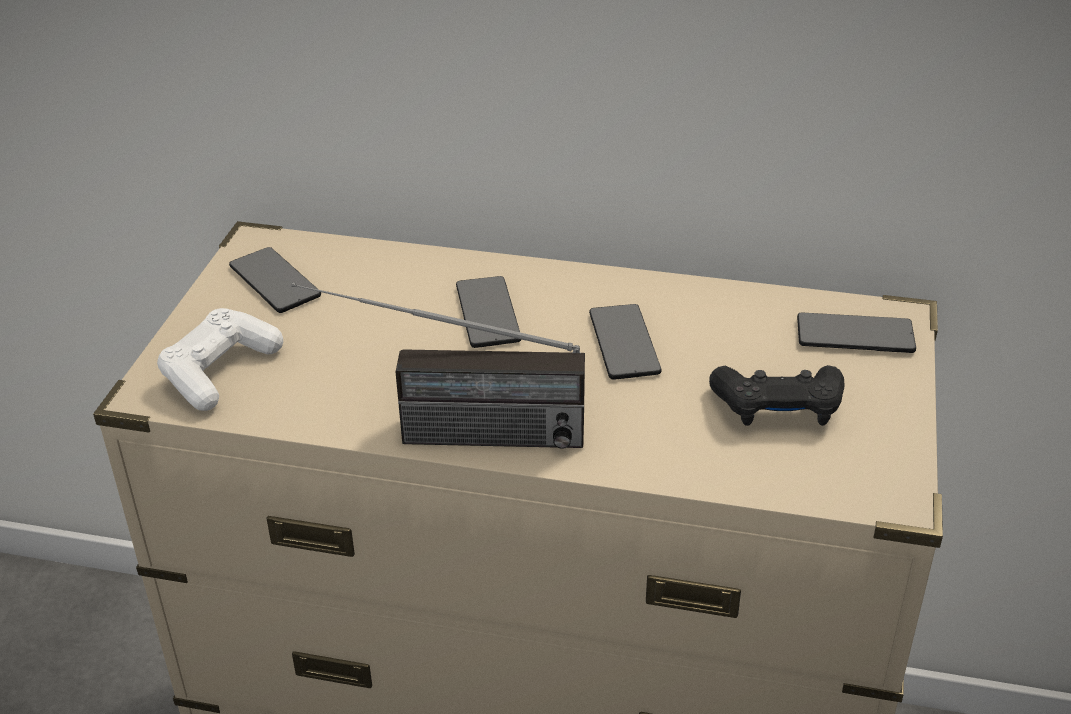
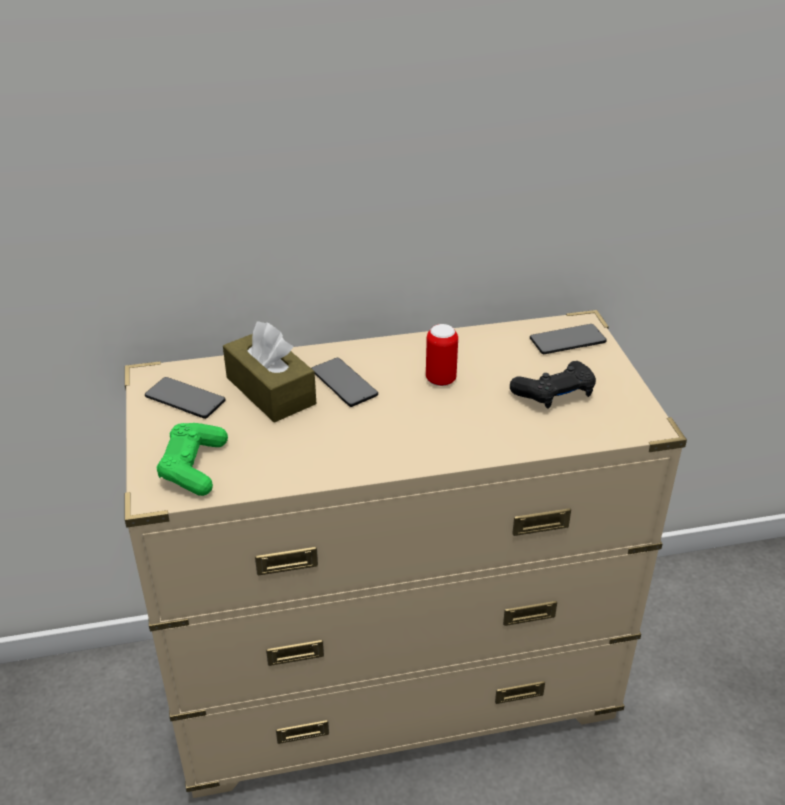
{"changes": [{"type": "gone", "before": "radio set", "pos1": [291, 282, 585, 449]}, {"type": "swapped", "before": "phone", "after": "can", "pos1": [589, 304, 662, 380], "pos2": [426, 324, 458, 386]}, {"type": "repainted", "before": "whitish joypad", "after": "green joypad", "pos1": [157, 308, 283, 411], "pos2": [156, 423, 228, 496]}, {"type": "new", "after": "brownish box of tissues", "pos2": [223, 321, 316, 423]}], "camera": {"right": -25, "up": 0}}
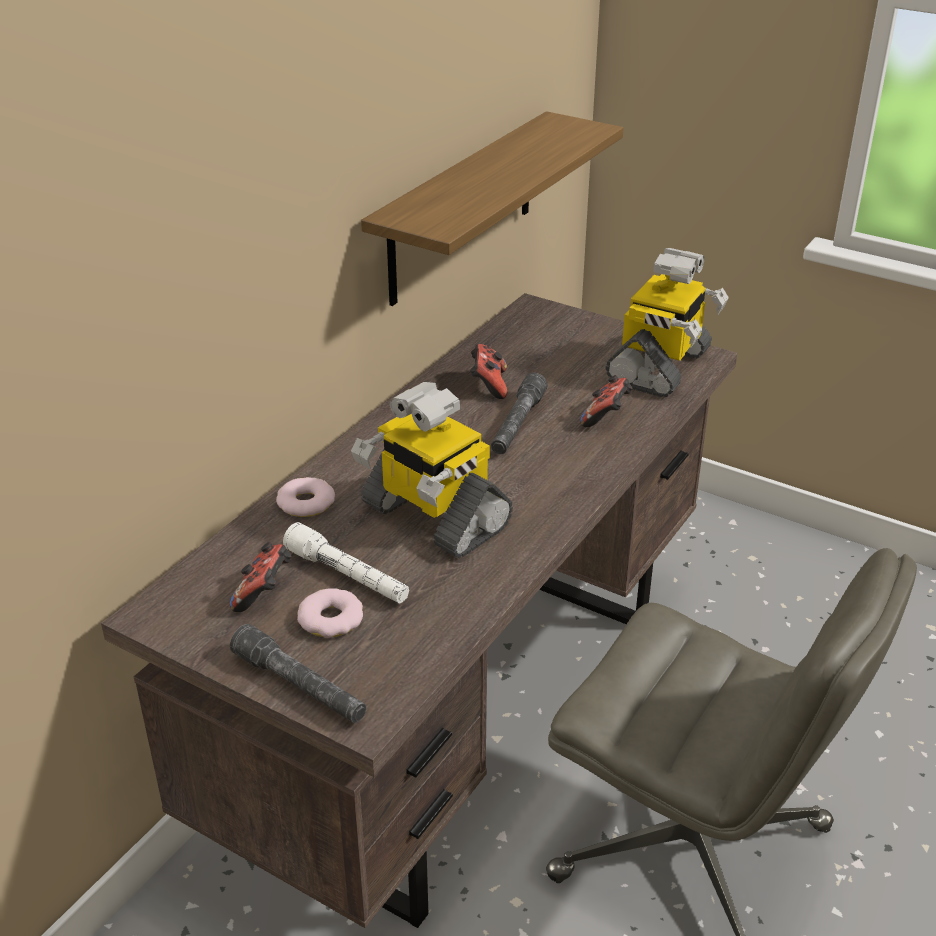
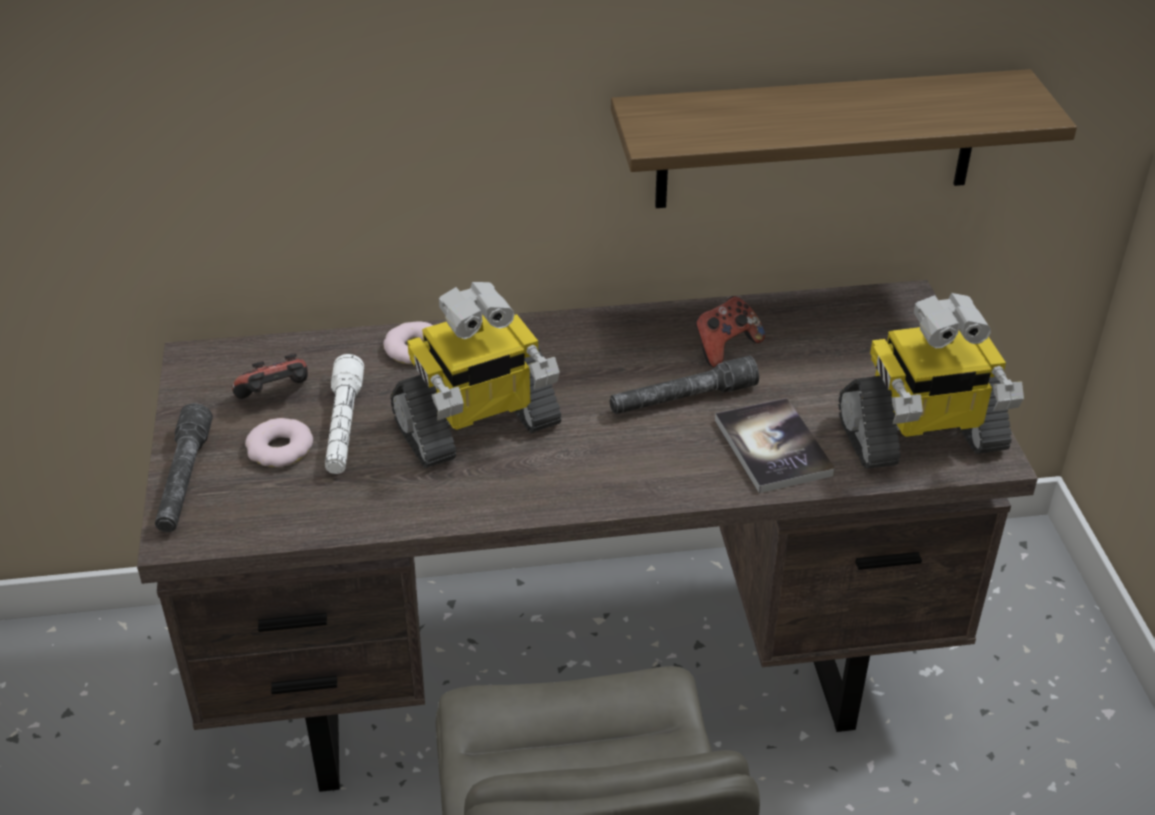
{"changes": [{"type": "swapped", "before": "joypad", "after": "book", "pos1": [580, 375, 633, 427], "pos2": [715, 398, 835, 493]}, {"type": "rotated", "before": "model robot", "pos1": [351, 382, 513, 558], "pos2": [390, 282, 561, 468], "turn": -120}], "camera": {"right": 50, "up": 5}}
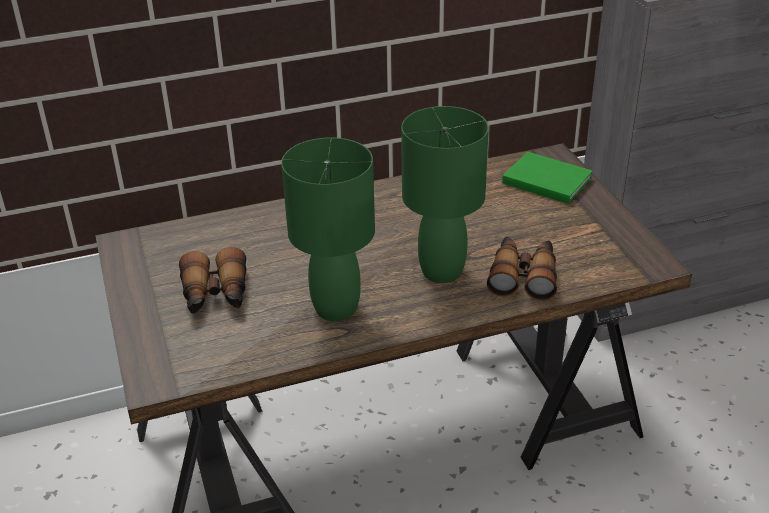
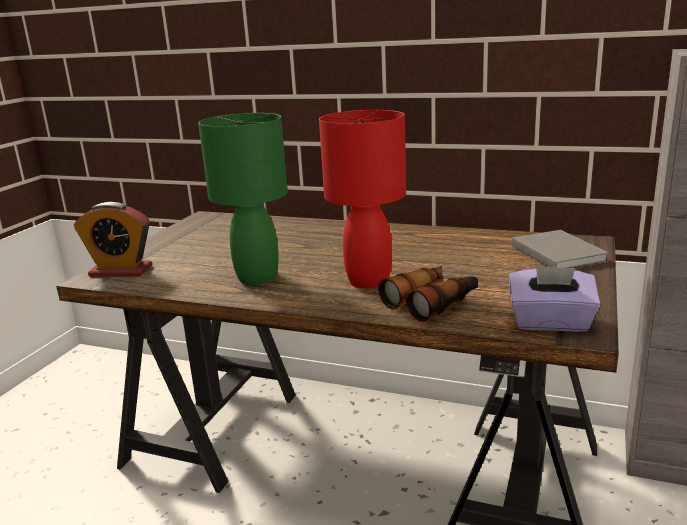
{"changes": [{"type": "repainted", "before": "green lamp for a table", "after": "reddish lamp for a table", "pos1": [401, 106, 489, 283], "pos2": [319, 110, 406, 289]}, {"type": "repainted", "before": "green book", "after": "grey book", "pos1": [502, 152, 593, 204], "pos2": [512, 230, 609, 268]}, {"type": "gone", "before": "field glasses", "pos1": [179, 247, 246, 314]}, {"type": "new", "after": "table clock", "pos2": [73, 202, 152, 277]}, {"type": "new", "after": "purple box of tissues", "pos2": [509, 266, 601, 332]}], "camera": {"right": 40, "up": -15}}
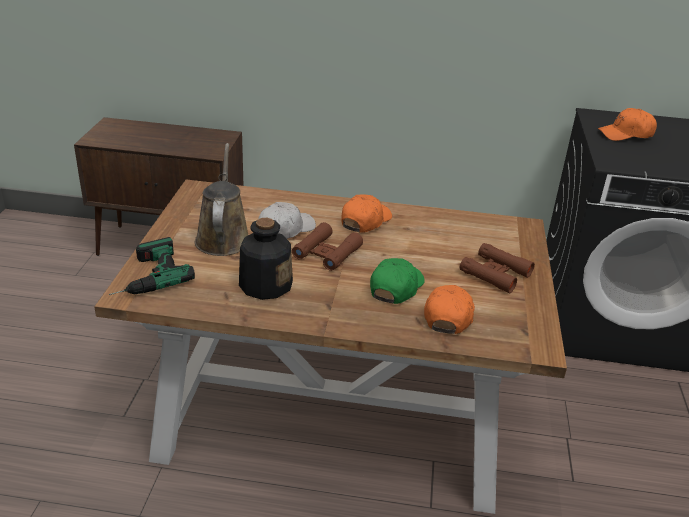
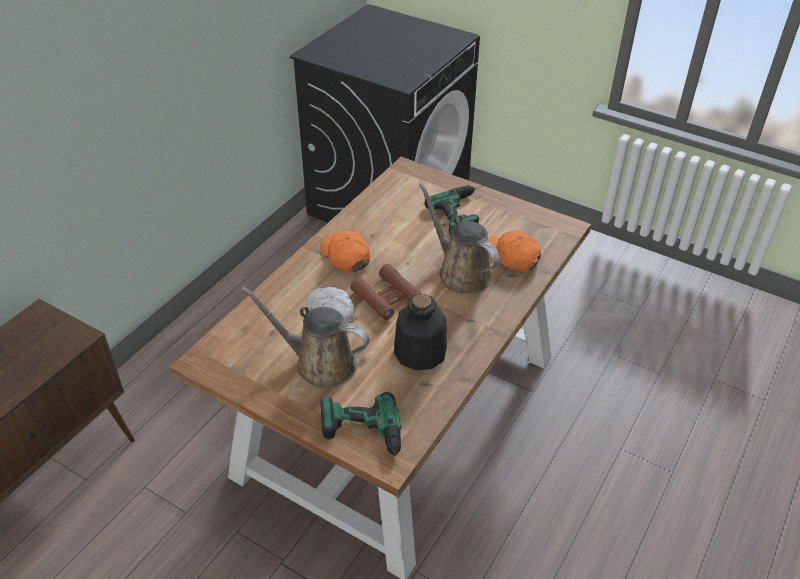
{"changes": [{"type": "gone", "before": "orangey cap", "pos1": [598, 108, 657, 141]}, {"type": "swapped", "before": "brownish field glasses", "after": "drill", "pos1": [460, 243, 535, 293], "pos2": [425, 185, 485, 236]}, {"type": "swapped", "before": "green cap", "after": "brownish watering can", "pos1": [370, 258, 425, 304], "pos2": [419, 183, 500, 294]}], "camera": {"right": -65, "up": 10}}
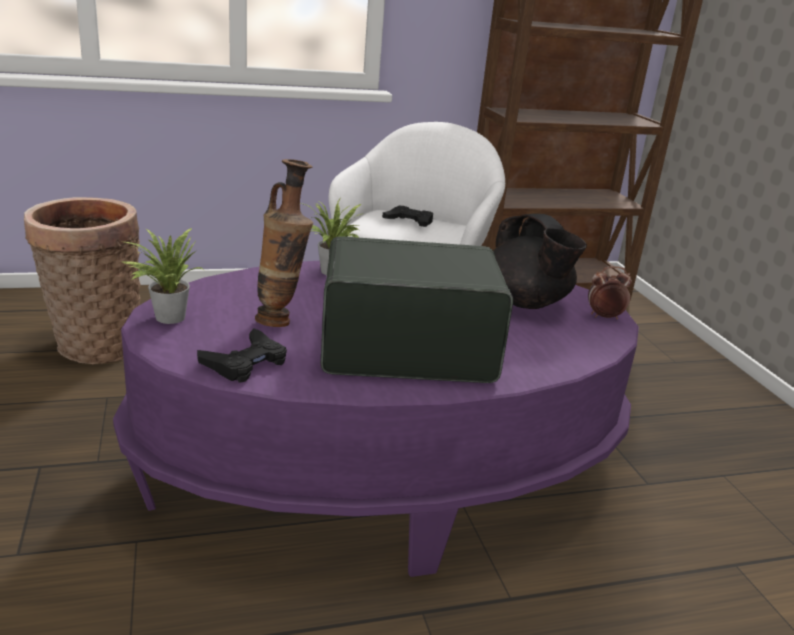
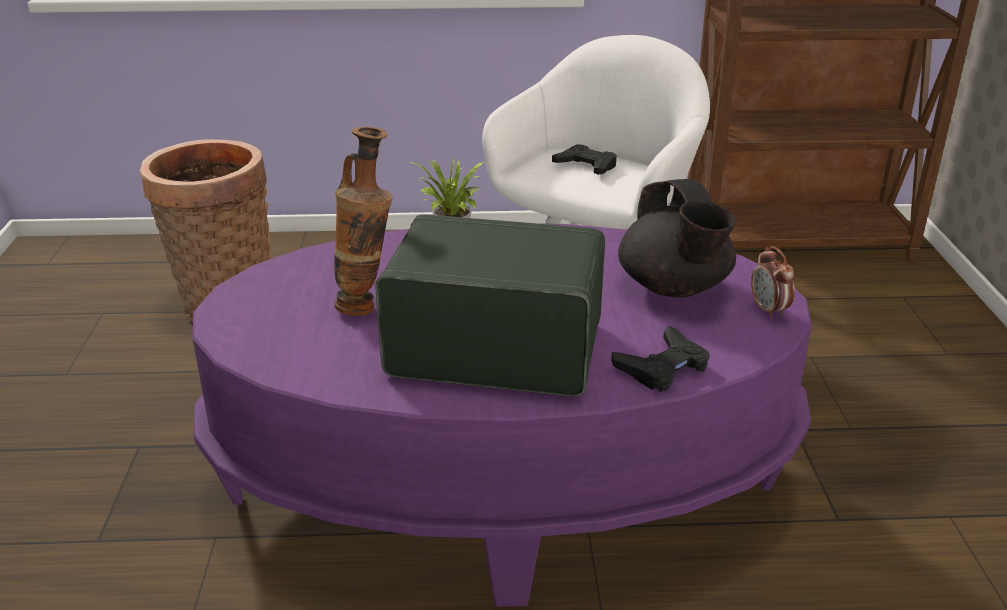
{"changes": [{"type": "gone", "before": "potted plant", "pos1": [122, 228, 204, 324]}, {"type": "rotated", "before": "table clock", "pos1": [588, 266, 632, 319], "pos2": [751, 246, 795, 319], "turn": -120}, {"type": "shifted", "before": "black-coloured joypad", "pos1": [197, 328, 287, 383], "pos2": [611, 326, 710, 392]}], "camera": {"right": 15, "up": 5}}
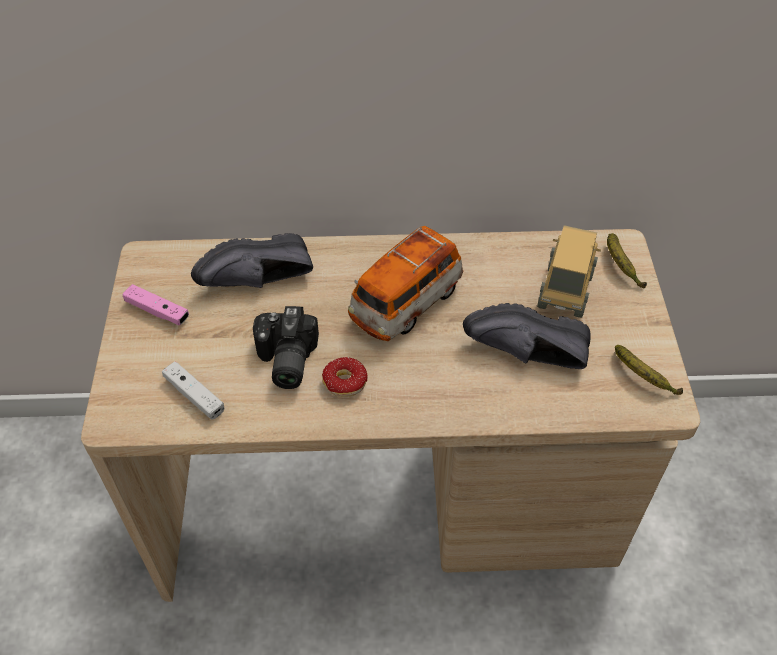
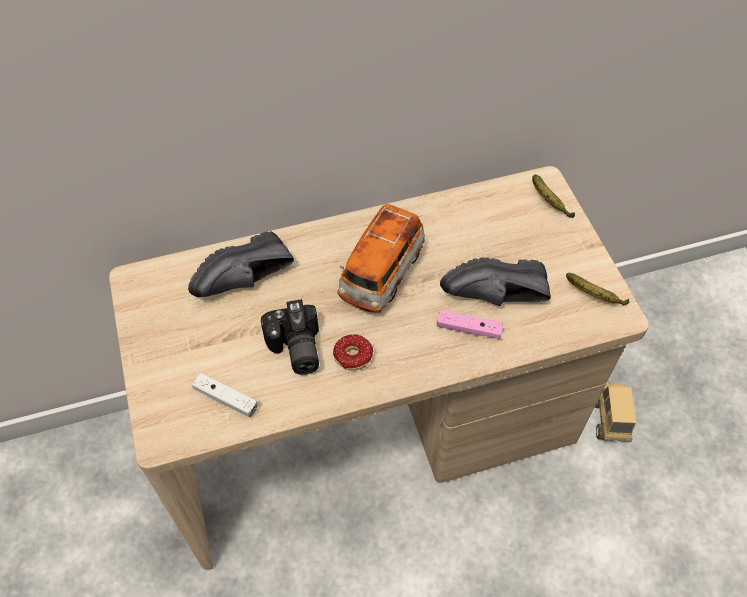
{"changes": [{"type": "shifted", "before": "toy truck", "pos1": [537, 225, 601, 318], "pos2": [595, 383, 636, 442]}, {"type": "shifted", "before": "pinkish joypad", "pos1": [122, 284, 189, 326], "pos2": [437, 310, 503, 339]}], "camera": {"right": -15, "up": 5}}
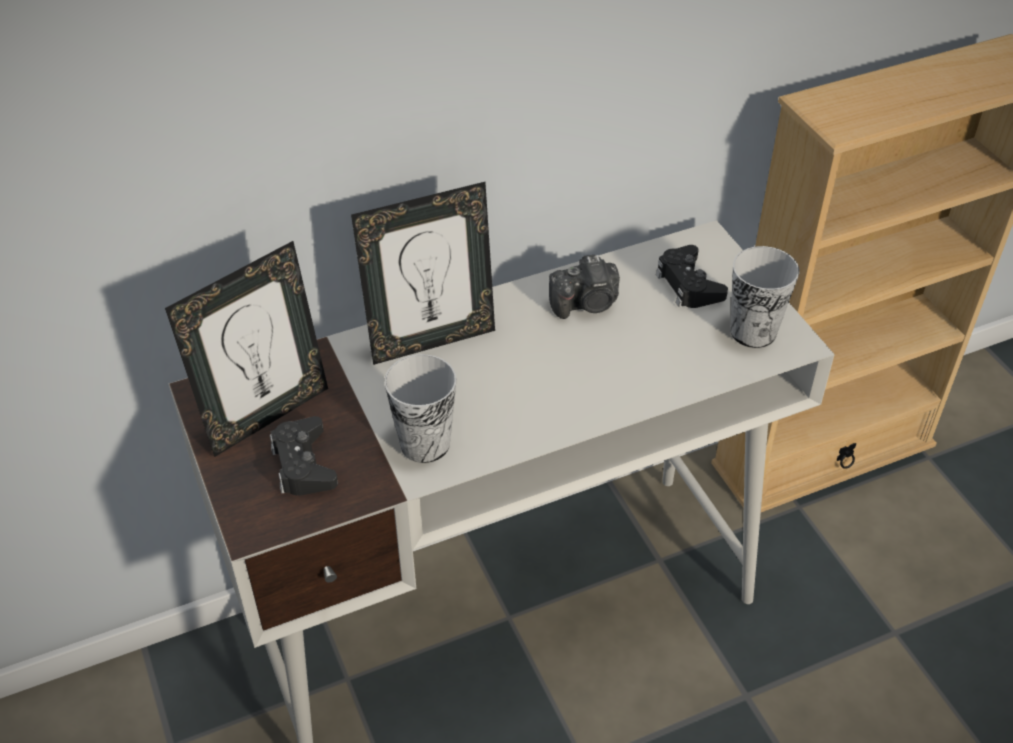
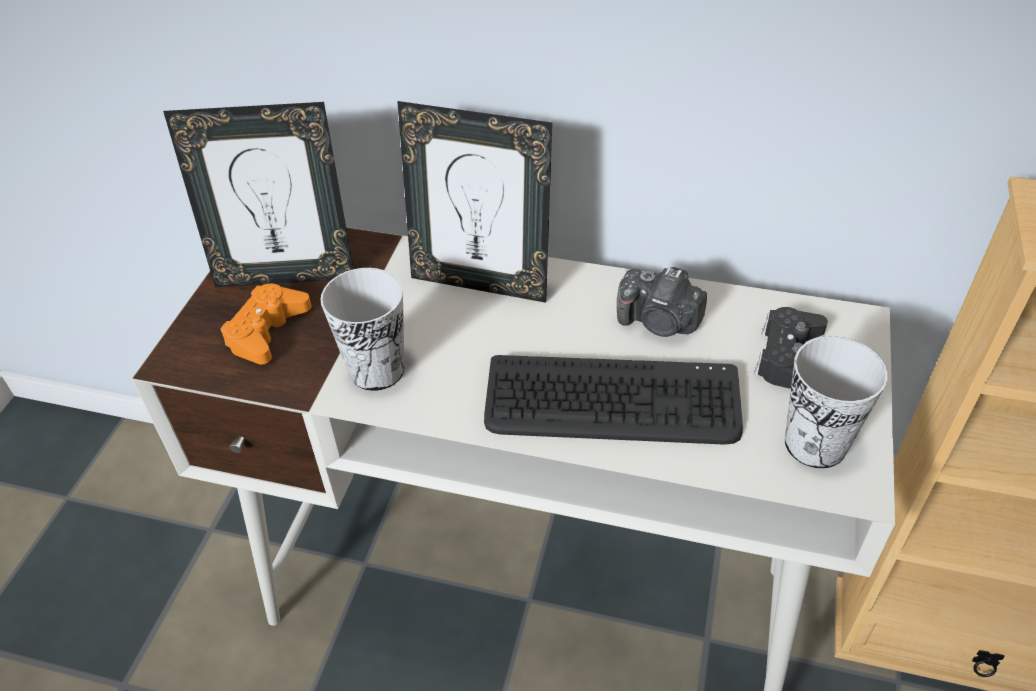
{"changes": [{"type": "repainted", "before": "black-coloured joypad", "after": "orangey joypad", "pos1": [270, 416, 338, 496], "pos2": [220, 283, 312, 365]}, {"type": "new", "after": "computer keyboard", "pos2": [484, 355, 743, 445]}], "camera": {"right": 40, "up": 0}}
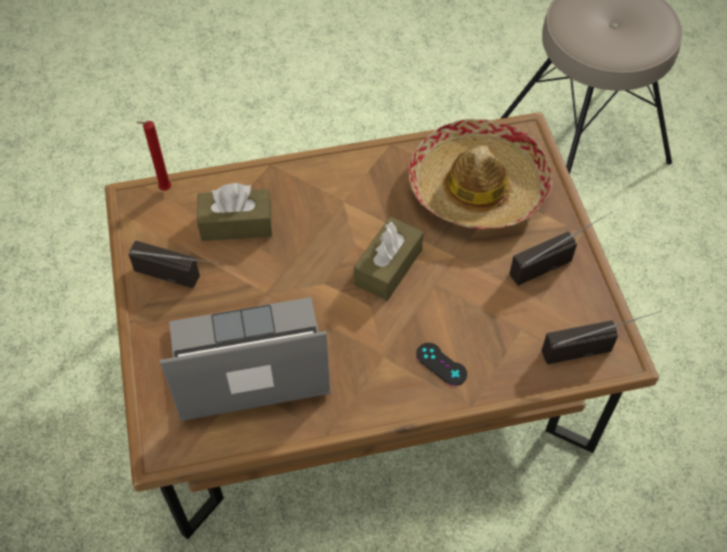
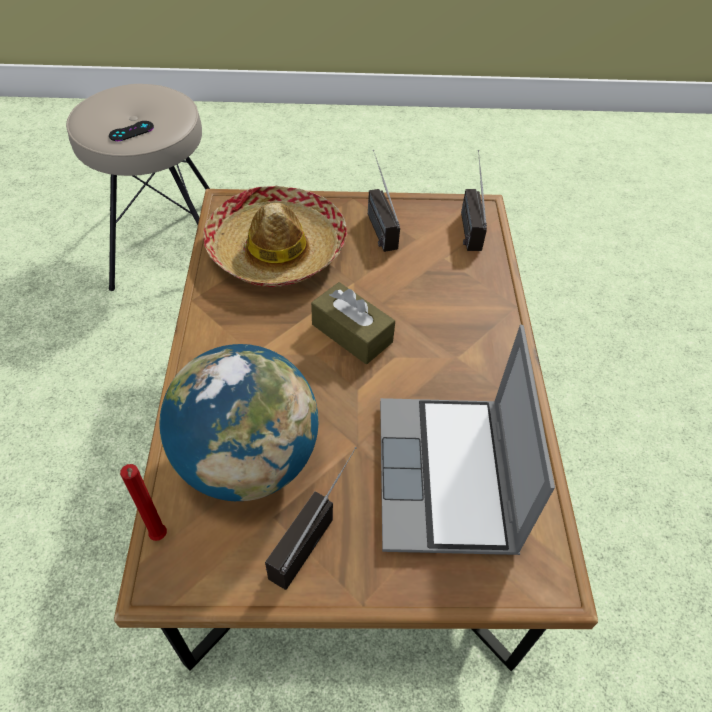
{"changes": [{"type": "swapped", "before": "brownish box of tissues", "after": "desk globe", "pos1": [197, 183, 272, 241], "pos2": [159, 344, 319, 501]}, {"type": "shifted", "before": "black-coloured joypad", "pos1": [416, 343, 467, 386], "pos2": [109, 121, 154, 141]}], "camera": {"right": -80, "up": -5}}
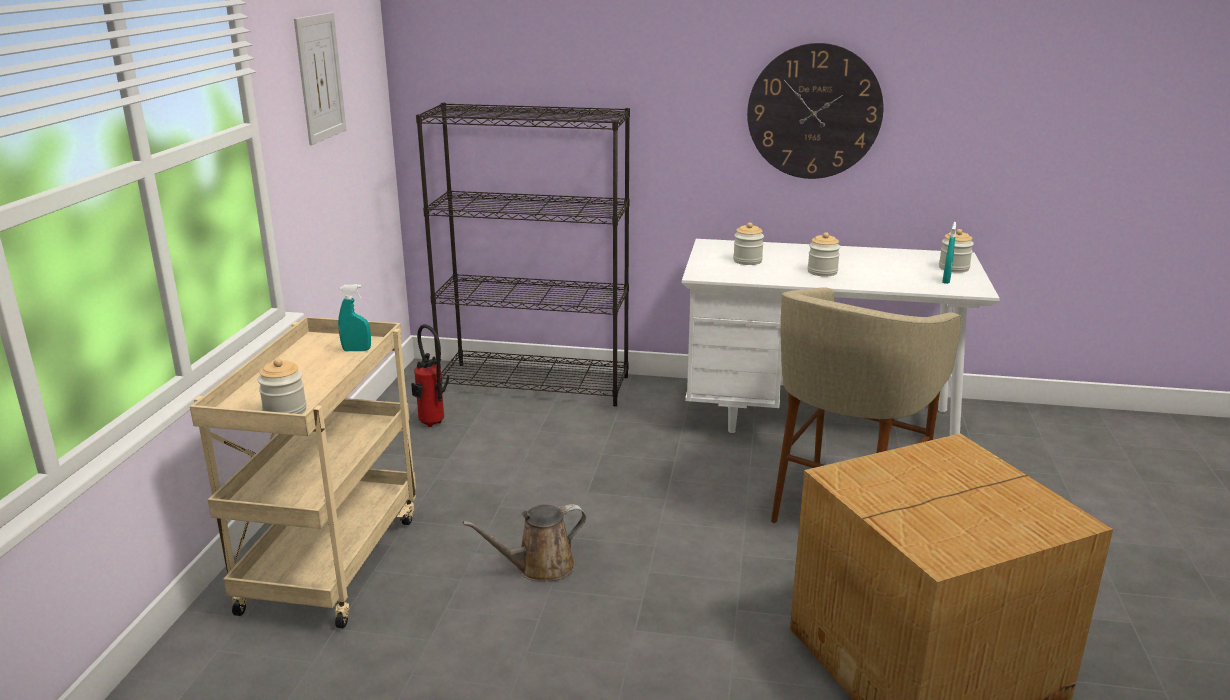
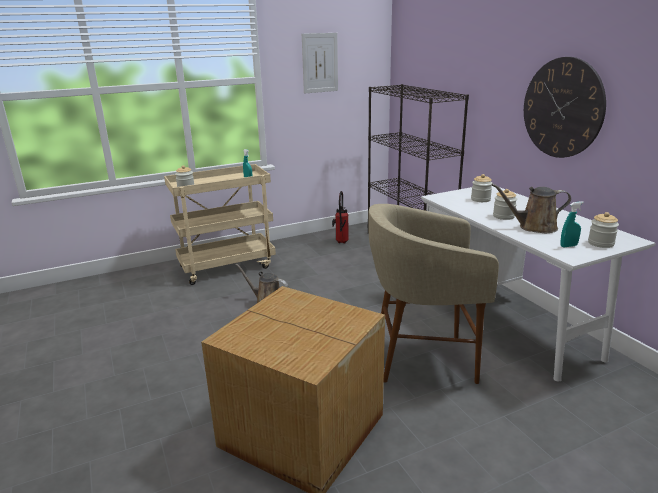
{"changes": [{"type": "new", "after": "brownish watering can", "pos2": [492, 184, 571, 233]}], "camera": {"right": 55, "up": 0}}
